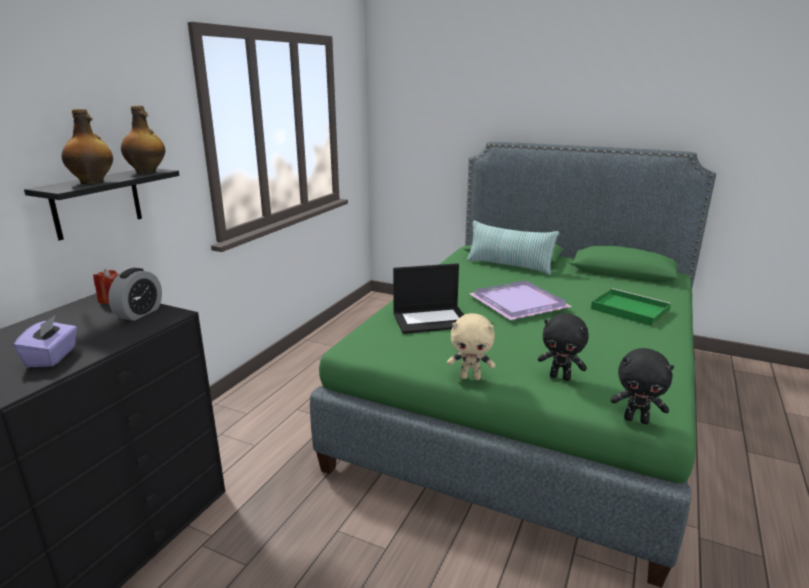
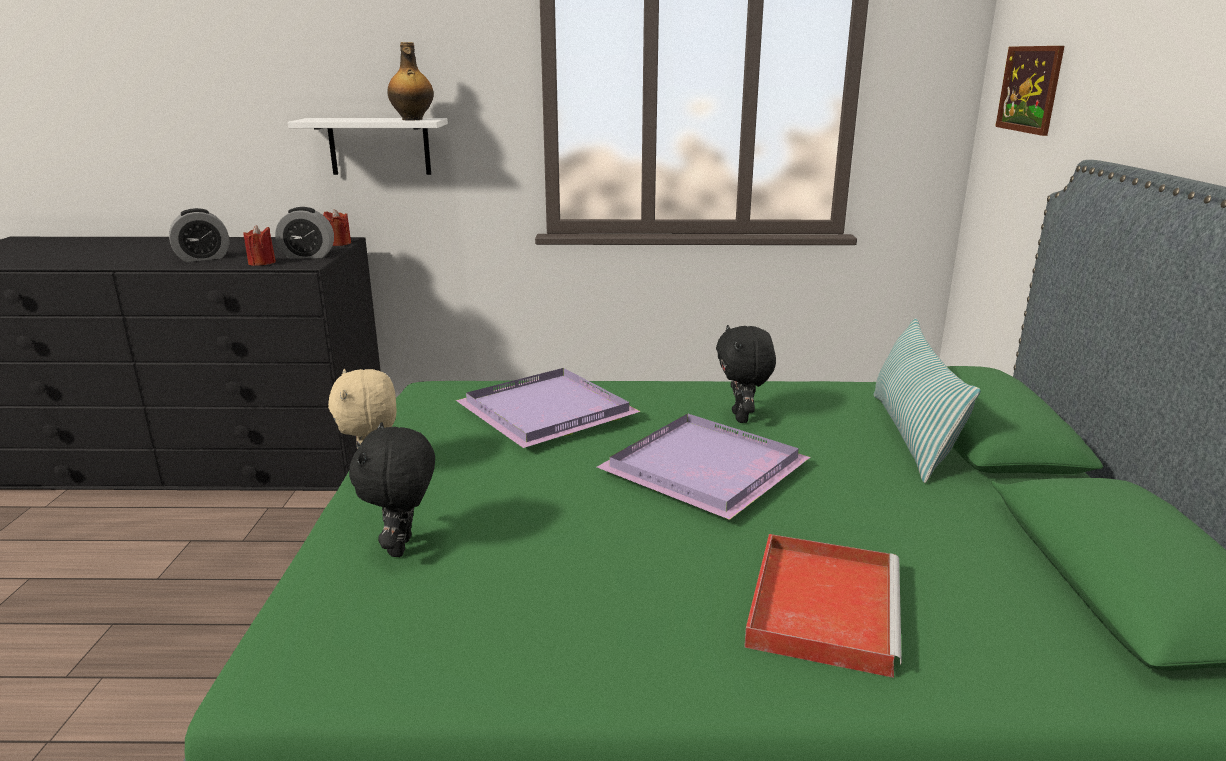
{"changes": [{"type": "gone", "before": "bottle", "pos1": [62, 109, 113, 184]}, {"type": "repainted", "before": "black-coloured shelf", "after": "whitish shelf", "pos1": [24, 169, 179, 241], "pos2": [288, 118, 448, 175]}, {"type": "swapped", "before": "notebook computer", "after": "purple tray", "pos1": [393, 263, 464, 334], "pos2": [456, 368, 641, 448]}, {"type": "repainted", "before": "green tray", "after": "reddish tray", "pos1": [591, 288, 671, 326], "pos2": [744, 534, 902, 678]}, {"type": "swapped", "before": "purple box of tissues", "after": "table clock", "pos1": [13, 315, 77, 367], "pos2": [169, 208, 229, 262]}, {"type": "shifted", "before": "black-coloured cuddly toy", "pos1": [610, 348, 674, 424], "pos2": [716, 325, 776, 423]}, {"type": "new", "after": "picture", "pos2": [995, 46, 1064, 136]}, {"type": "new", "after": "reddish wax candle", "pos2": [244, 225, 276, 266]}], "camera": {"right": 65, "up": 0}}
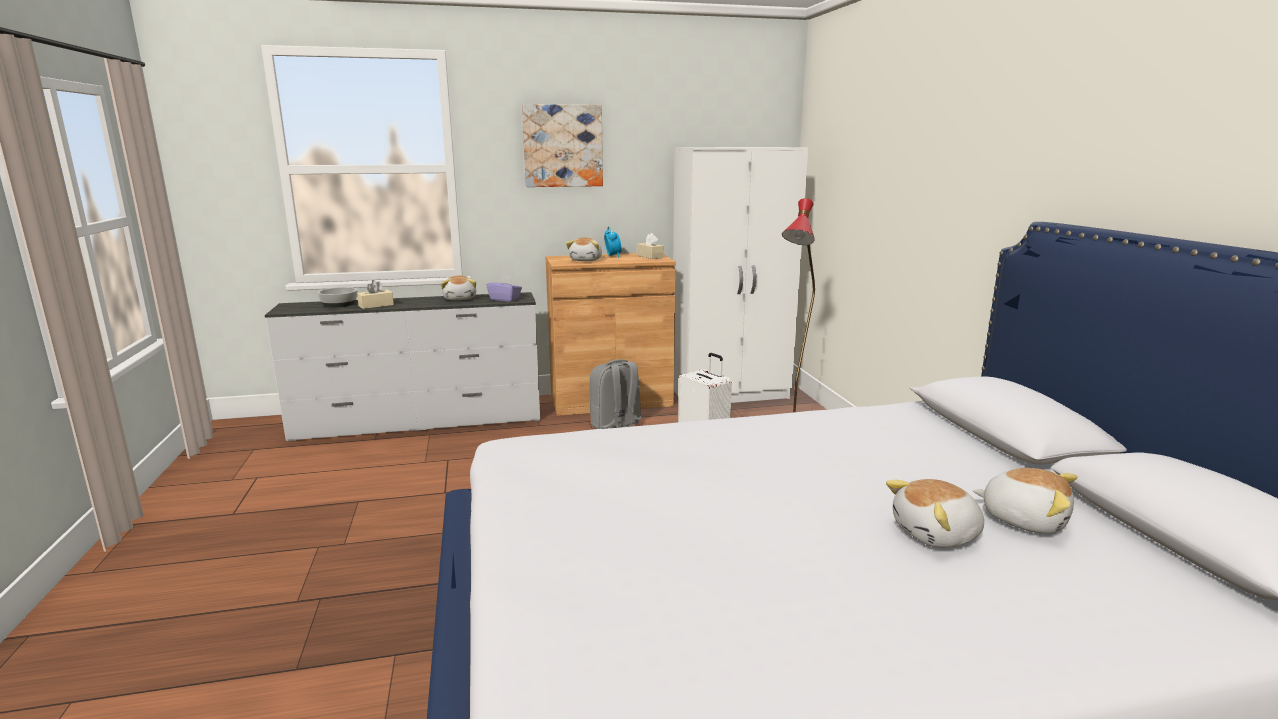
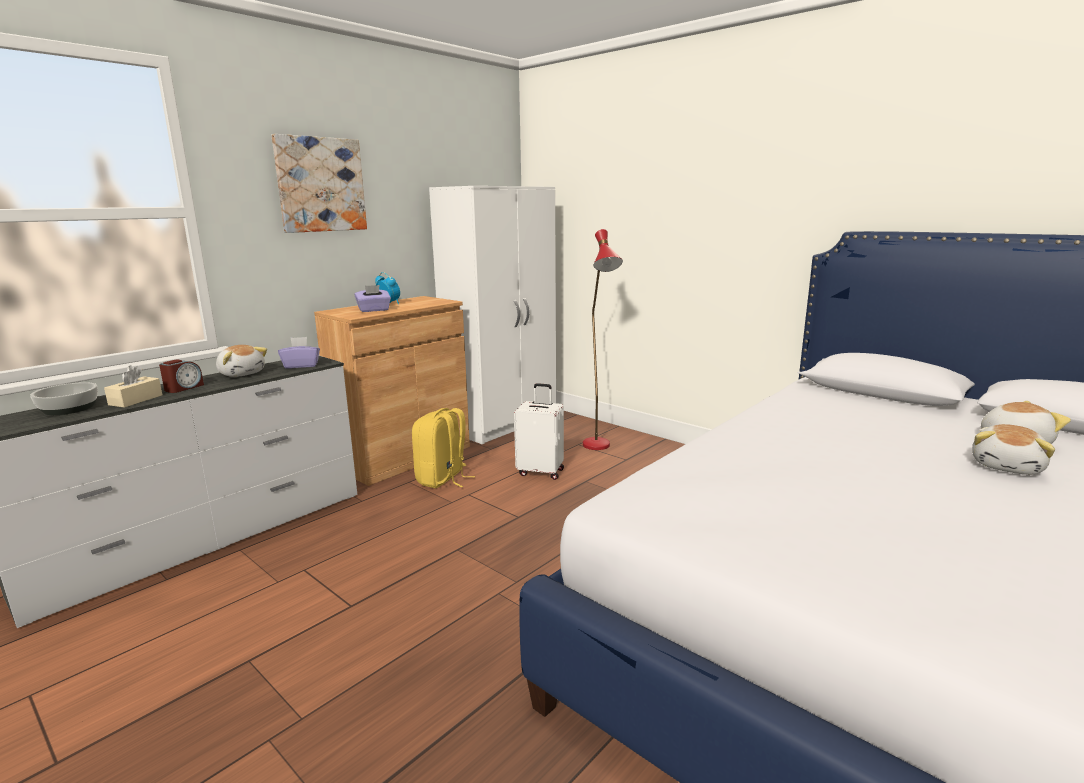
{"changes": [{"type": "gone", "before": "beige-coloured box of tissues", "pos1": [637, 233, 664, 259]}, {"type": "swapped", "before": "cuddly toy", "after": "purple box of tissues", "pos1": [566, 237, 602, 261], "pos2": [354, 285, 391, 312]}, {"type": "repainted", "before": "grey knapsack", "after": "yellowish knapsack", "pos1": [590, 359, 642, 429], "pos2": [412, 408, 475, 488]}, {"type": "new", "after": "table clock", "pos2": [159, 359, 204, 393]}], "camera": {"right": -35, "up": 0}}
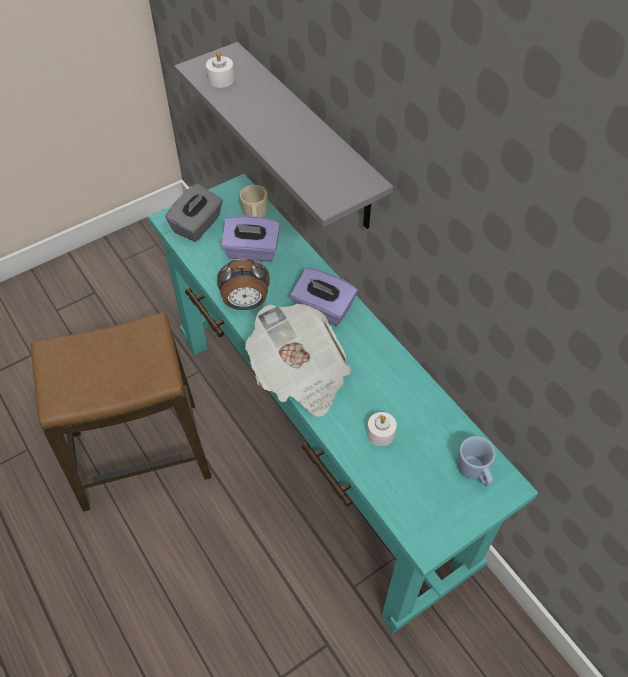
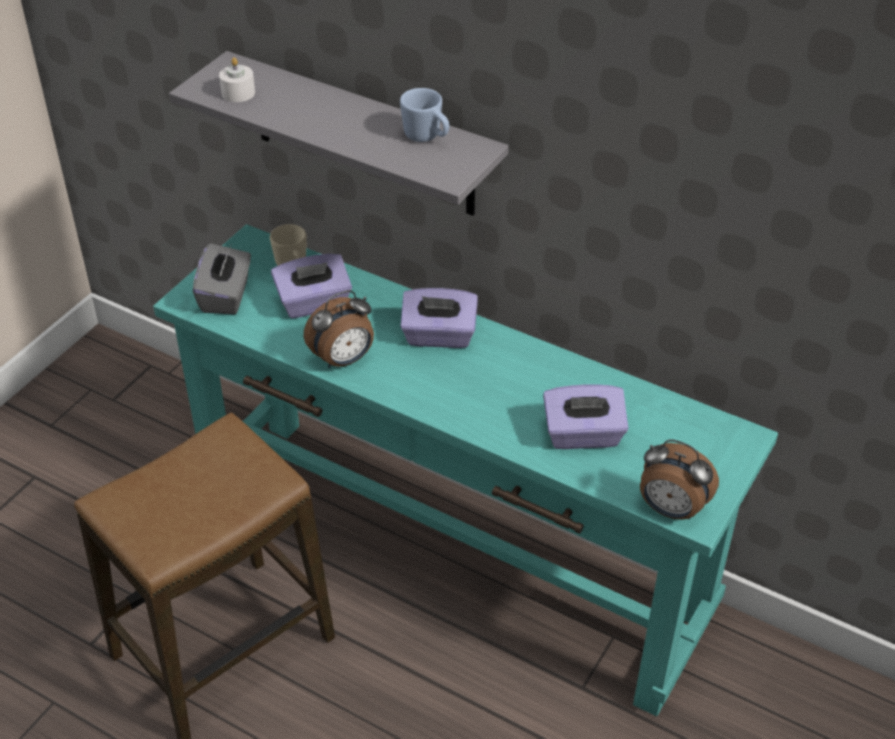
{"changes": [{"type": "gone", "before": "daily paper", "pos1": [245, 304, 351, 417]}, {"type": "swapped", "before": "whitish wax candle", "after": "purple box of tissues", "pos1": [367, 412, 397, 446], "pos2": [543, 384, 629, 449]}, {"type": "shifted", "before": "bluish tea mug", "pos1": [458, 436, 496, 487], "pos2": [400, 88, 449, 142]}, {"type": "new", "after": "table clock", "pos2": [640, 439, 719, 520]}], "camera": {"right": -25, "up": -10}}
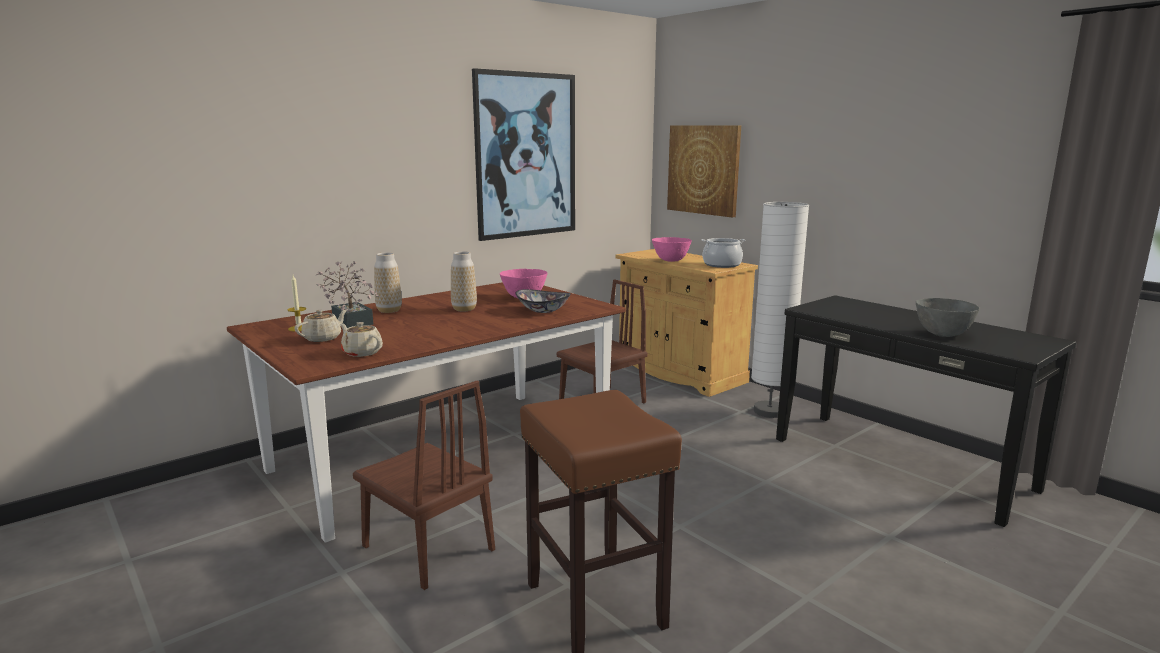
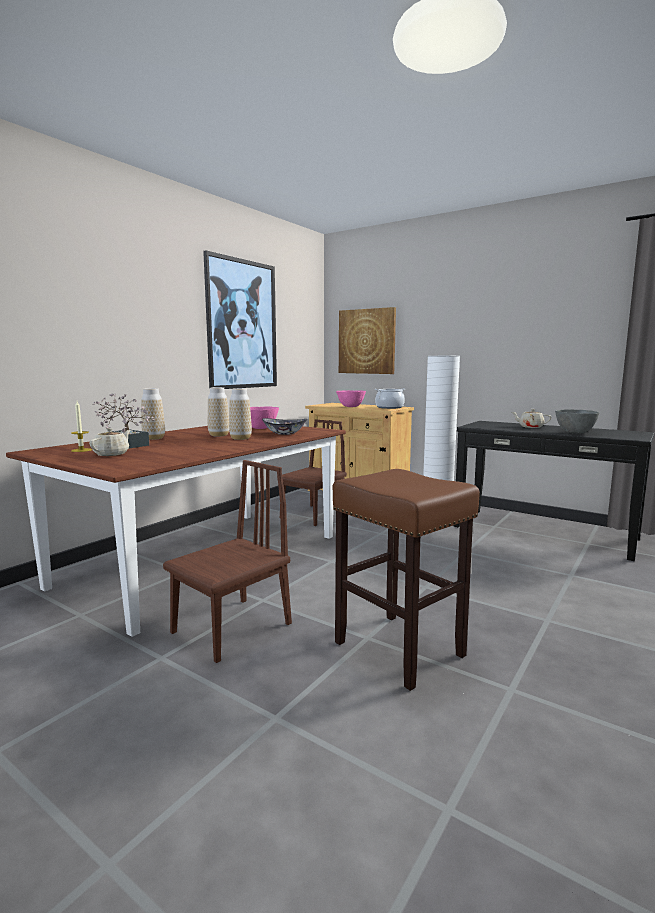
{"changes": [{"type": "shifted", "before": "beige-coloured pot for tea", "pos1": [340, 322, 383, 357], "pos2": [512, 409, 552, 428]}, {"type": "rotated", "before": "brownish chair", "pos1": [353, 381, 495, 590], "pos2": [163, 460, 292, 663], "turn": -75}, {"type": "new", "after": "decorative vase", "pos2": [229, 388, 252, 440]}], "camera": {"right": -15, "up": -5}}
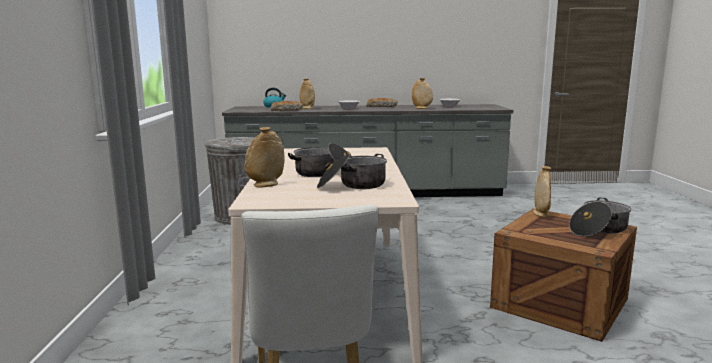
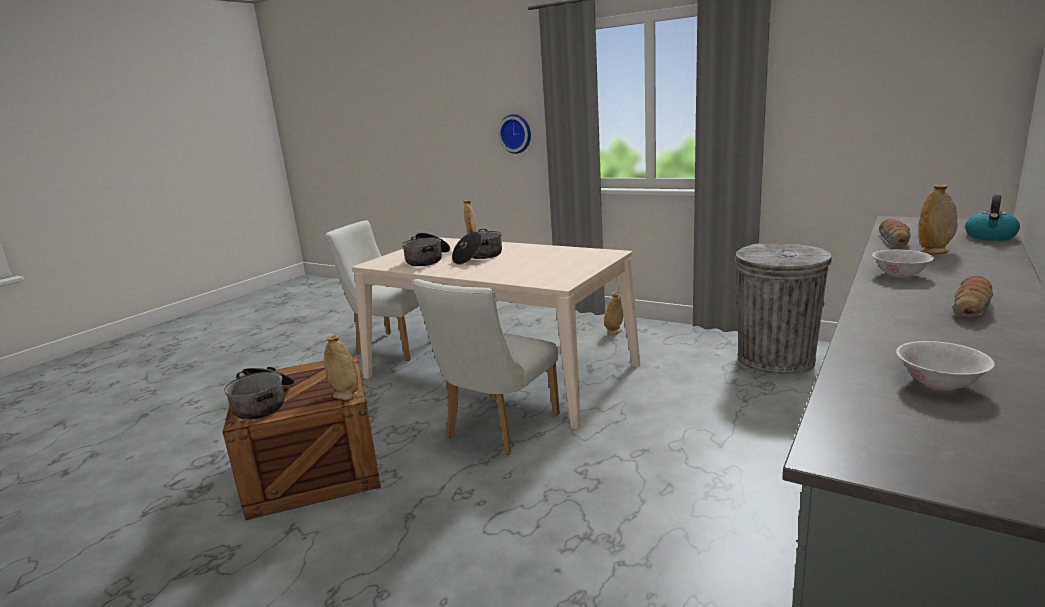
{"changes": [{"type": "shifted", "before": "beige-coloured decorative vase", "pos1": [412, 78, 433, 109], "pos2": [604, 292, 623, 335]}, {"type": "new", "after": "hanging clock", "pos2": [498, 114, 531, 154]}, {"type": "new", "after": "whitish chair", "pos2": [412, 279, 560, 455]}], "camera": {"right": 125, "up": 5}}
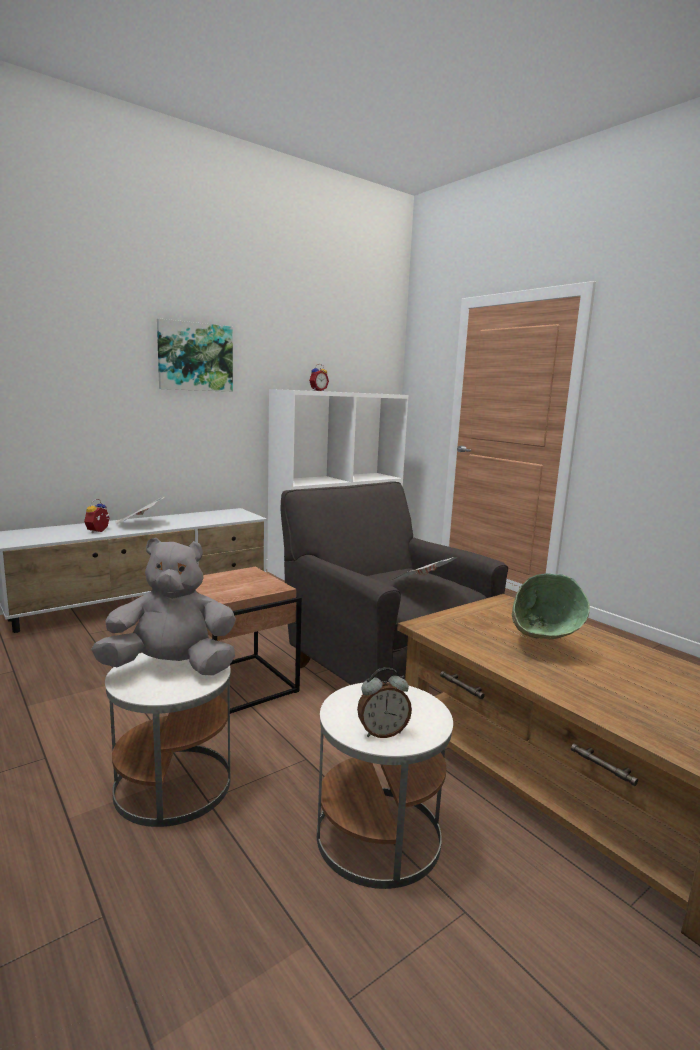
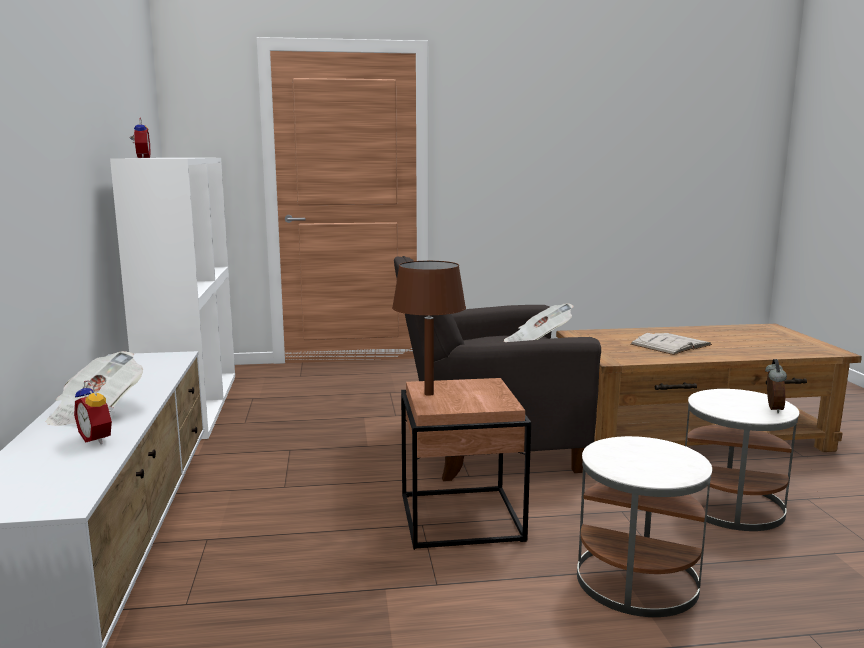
{"changes": [{"type": "gone", "before": "picture", "pos1": [157, 318, 233, 392]}, {"type": "gone", "before": "grey cuddly toy", "pos1": [91, 538, 236, 675]}, {"type": "swapped", "before": "green serving bowl", "after": "whitish book", "pos1": [512, 573, 590, 639], "pos2": [631, 333, 712, 355]}, {"type": "new", "after": "brownish lamp for a table", "pos2": [392, 261, 466, 396]}], "camera": {"right": -60, "up": 0}}
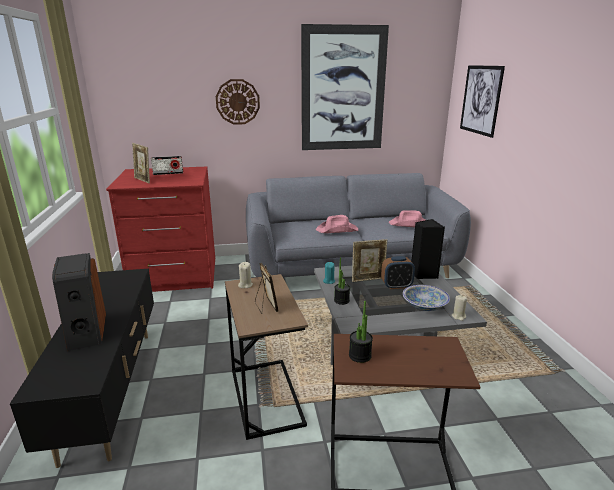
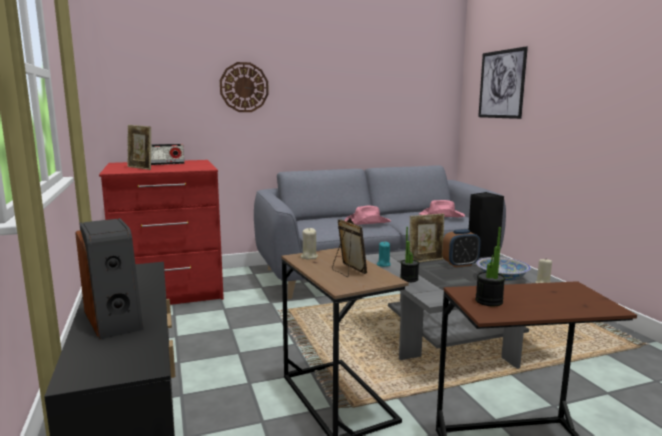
{"changes": [{"type": "gone", "before": "picture", "pos1": [301, 24, 389, 150]}], "camera": {"right": -10, "up": -10}}
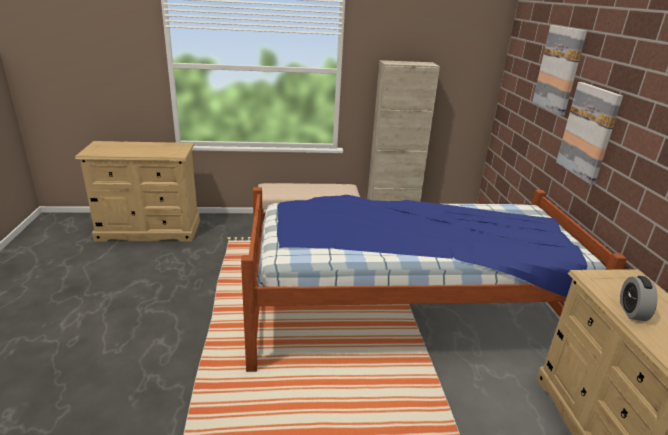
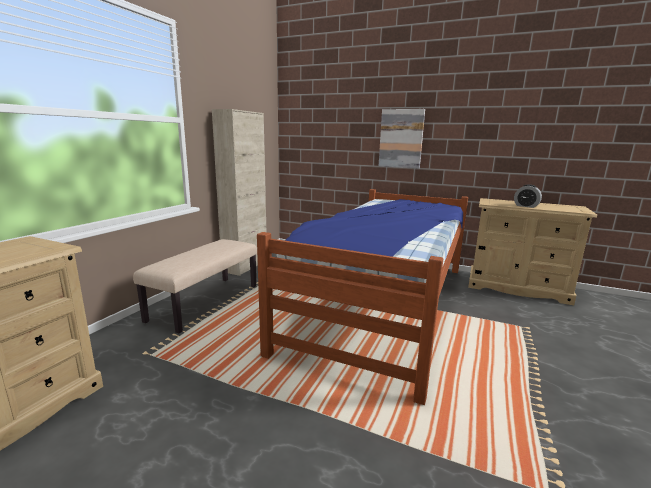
{"changes": [{"type": "gone", "before": "picture", "pos1": [532, 25, 587, 116]}], "camera": {"right": -60, "up": -10}}
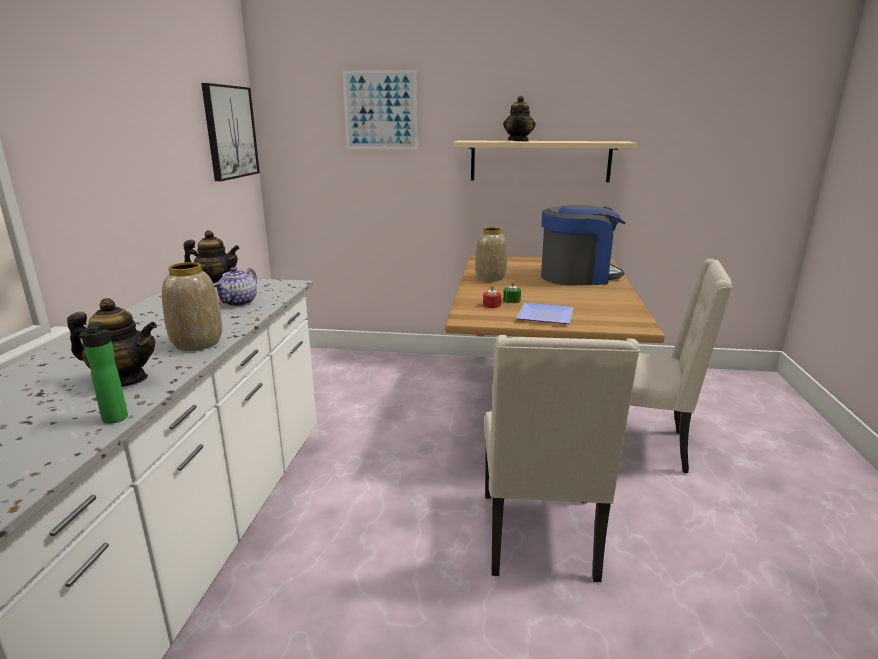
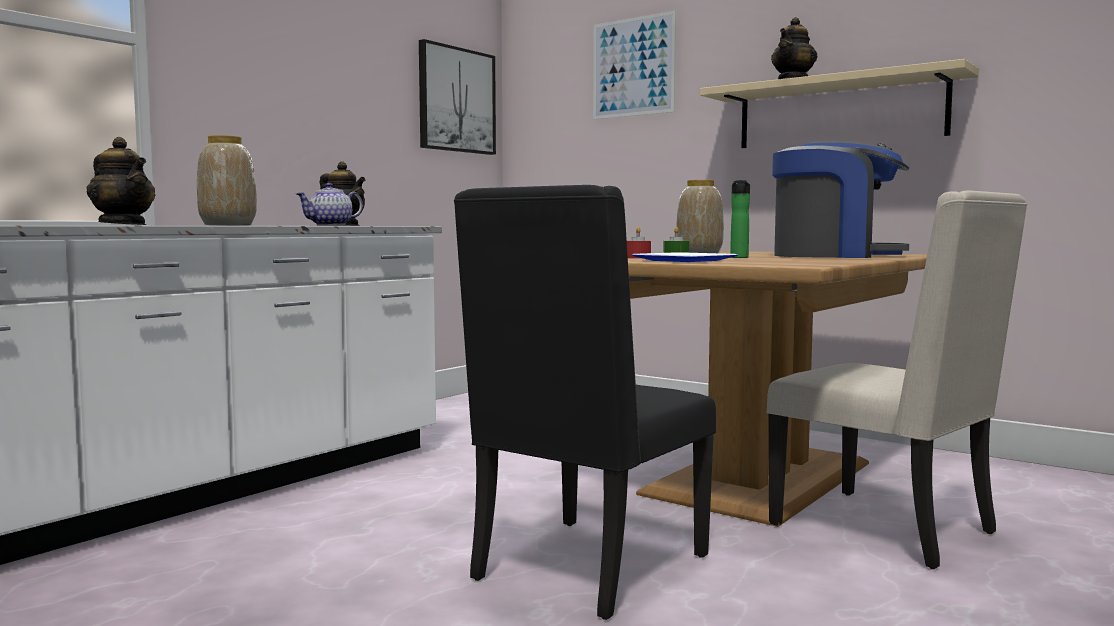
{"changes": [{"type": "shifted", "before": "bottle", "pos1": [79, 322, 128, 424], "pos2": [730, 180, 750, 258]}, {"type": "repainted", "before": "beige-coloured chair", "after": "black-coloured chair", "pos1": [484, 335, 640, 582], "pos2": [454, 185, 716, 620]}], "camera": {"right": 30, "up": -15}}
